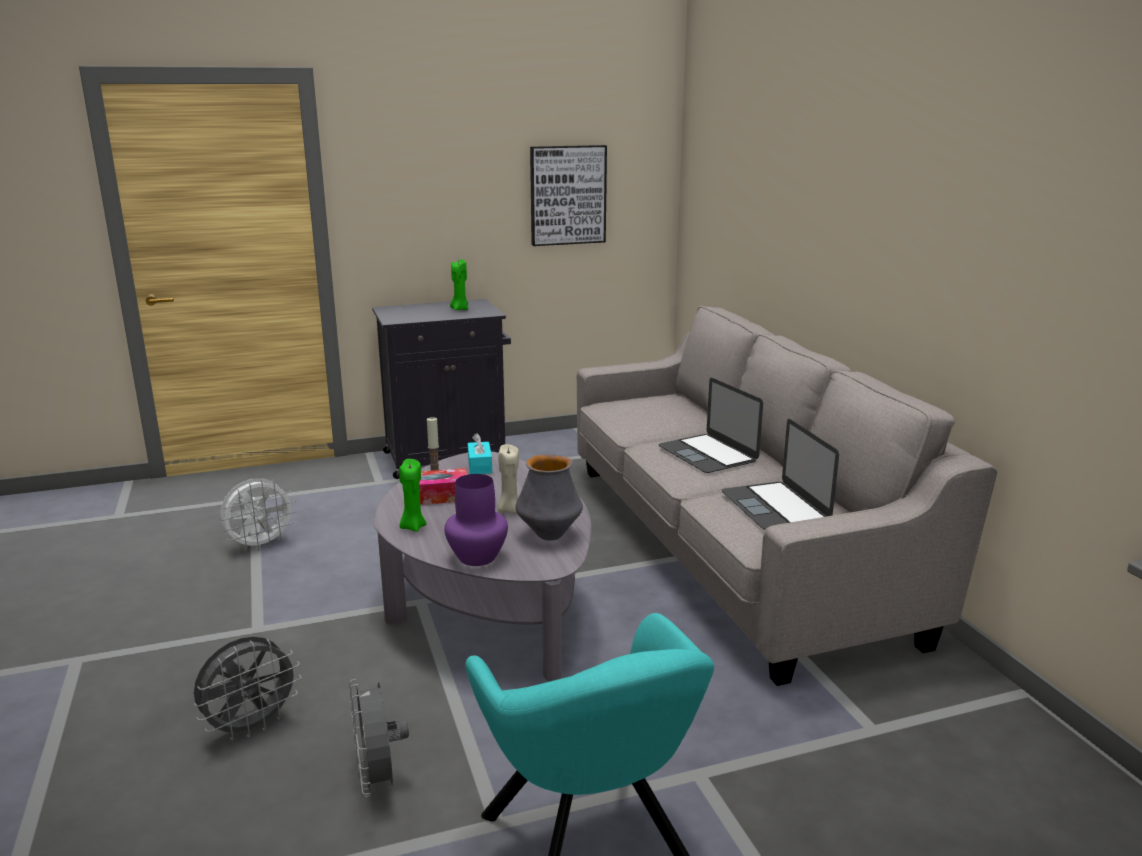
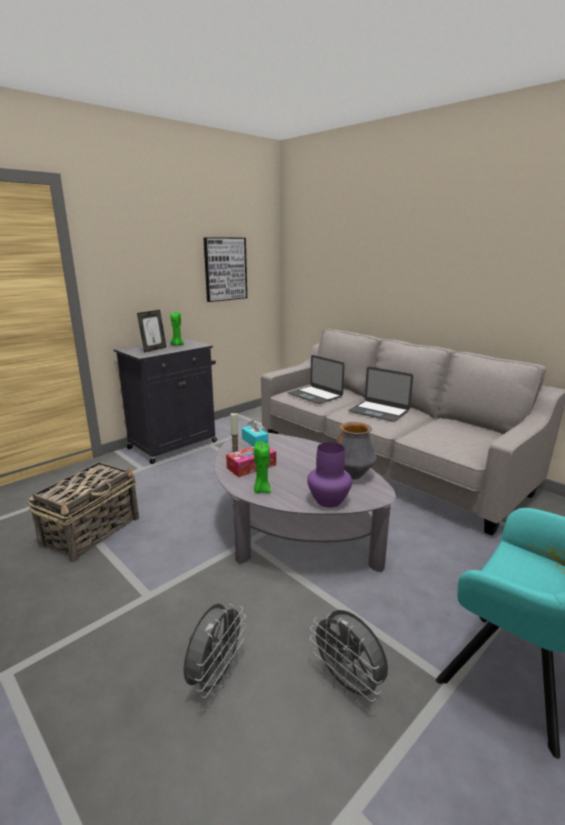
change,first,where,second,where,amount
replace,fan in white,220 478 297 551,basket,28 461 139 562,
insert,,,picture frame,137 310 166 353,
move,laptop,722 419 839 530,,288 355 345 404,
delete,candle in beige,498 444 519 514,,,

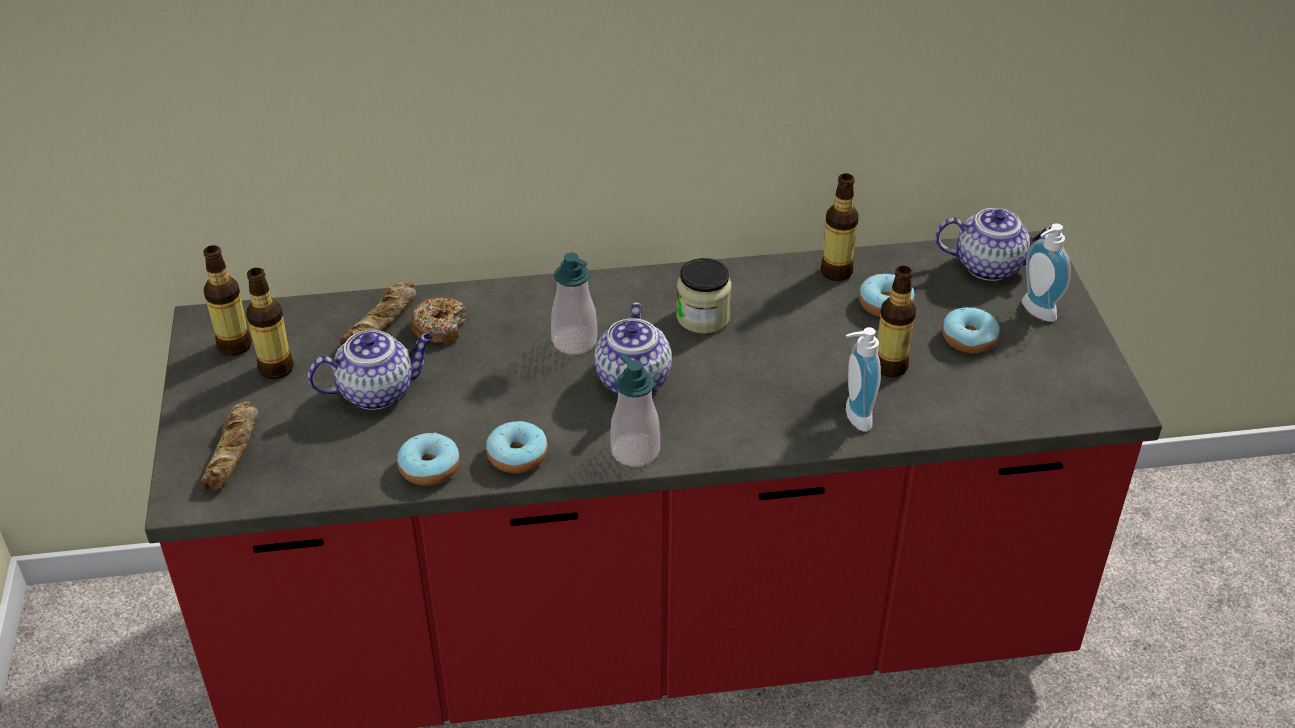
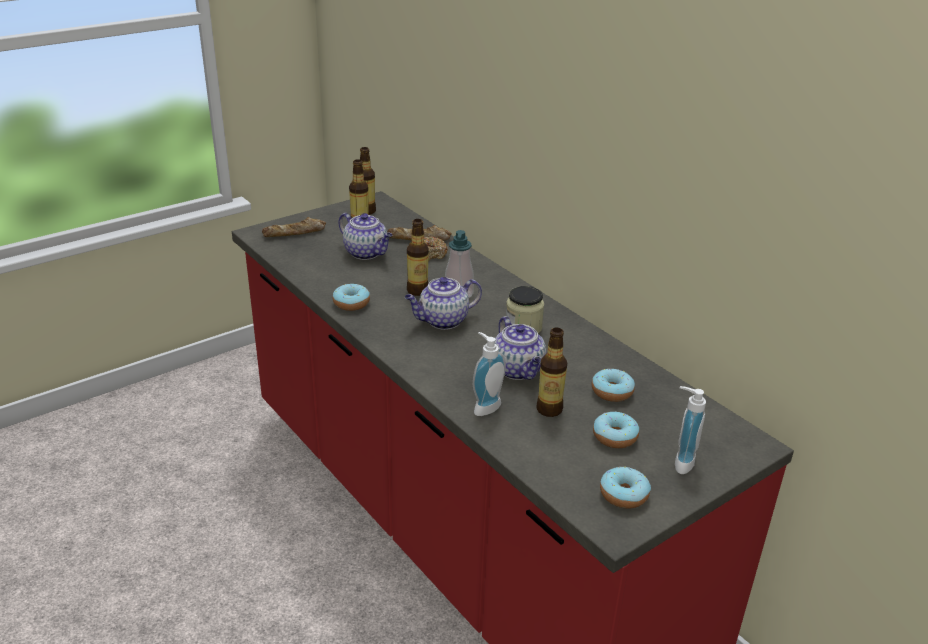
change,first,where,second,where,amount
move,bottle,820 173 859 281,,407 219 429 296,
move,teapot,935 208 1052 281,,495 316 546 380,
move,donut,397 433 460 486,,600 467 651 508,
delete,soap dispenser,610 354 660 467,,,

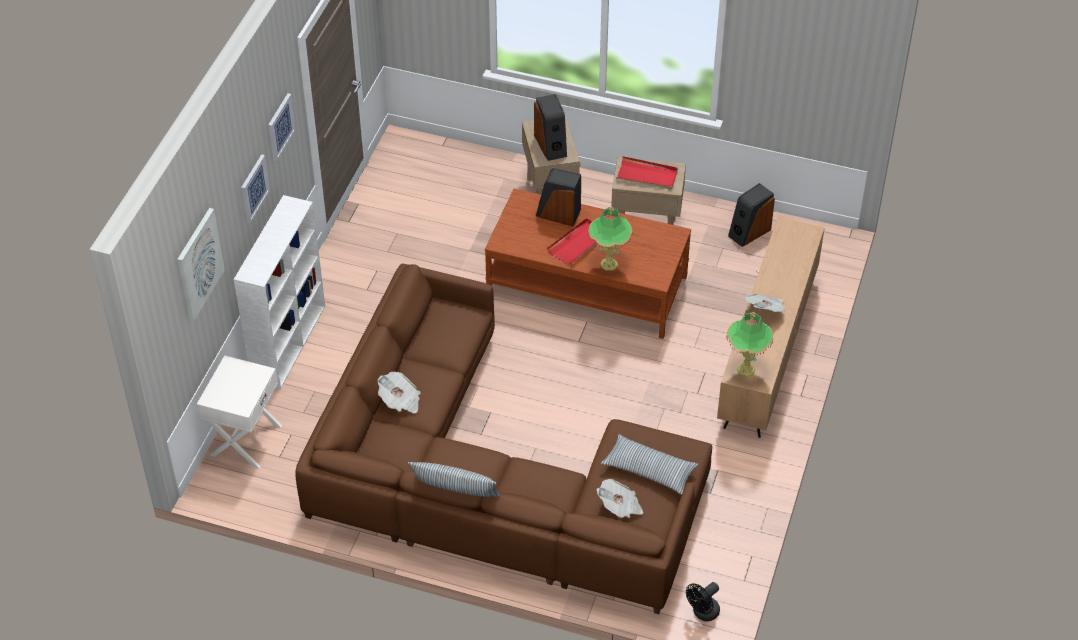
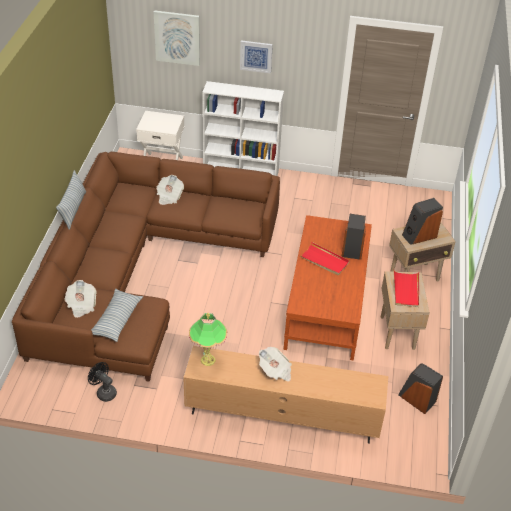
change,first,where,second,where,amount
move,fan in black,686 582 720 621,,88 362 117 402,
delete,picture,268 93 296 162,,,
delete,table lamp,588 207 633 271,,,

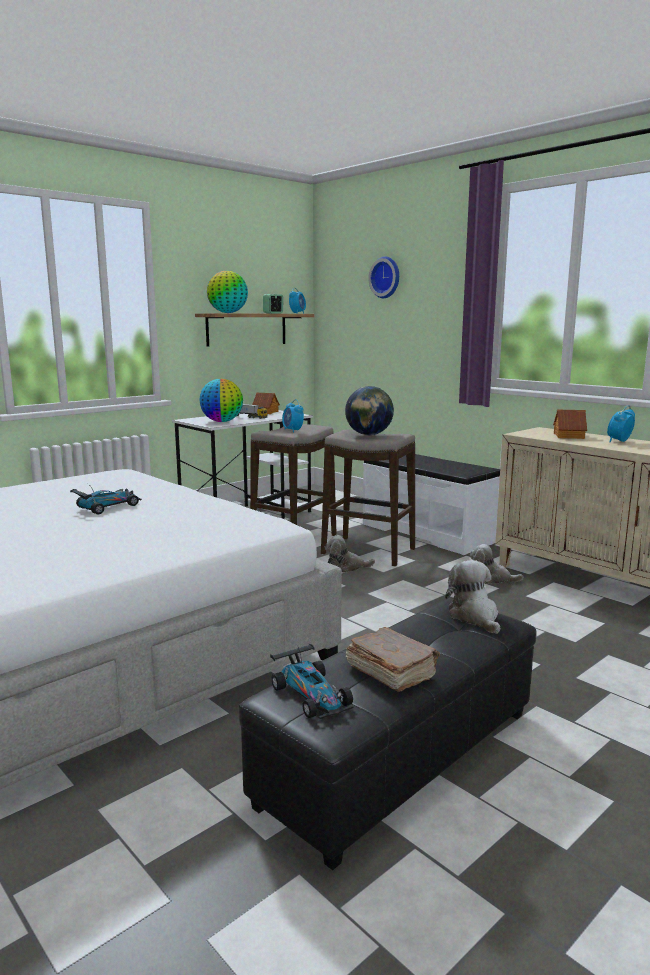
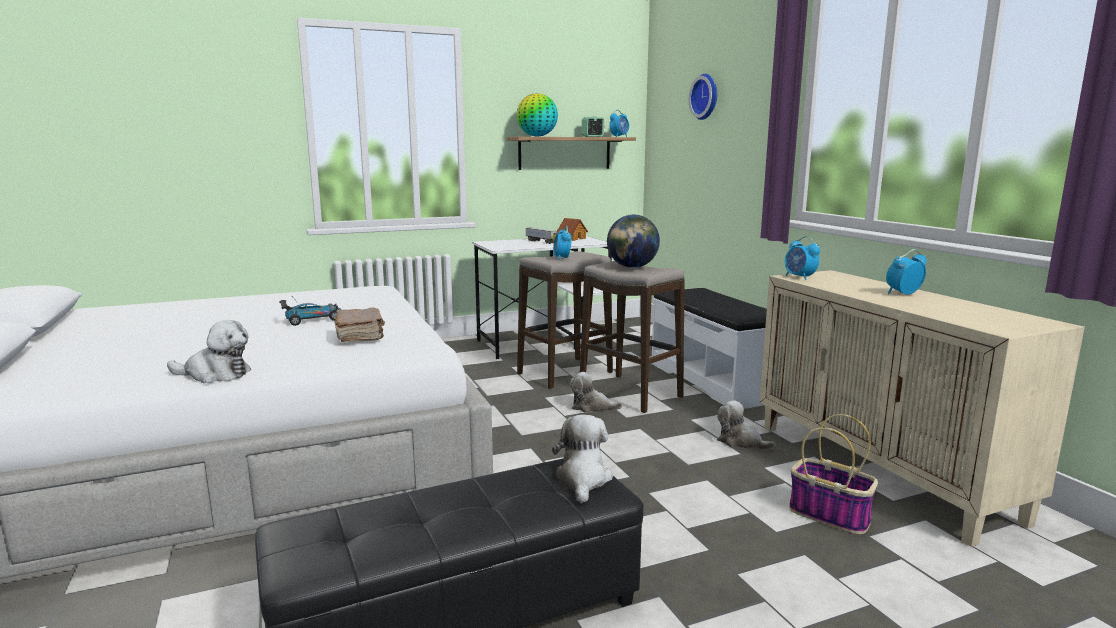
change,first,where,second,where,amount
insert,,,plush toy,167 320 251 383,
move,book in brown,346 627 440 692,,335 308 385 342,
insert,,,alarm clock,785 236 820 280,
insert,,,basket,789 414 878 535,
delete,globe,199 379 243 422,,,
delete,toy car,270 644 354 719,,,
delete,toy house,553 410 587 439,,,

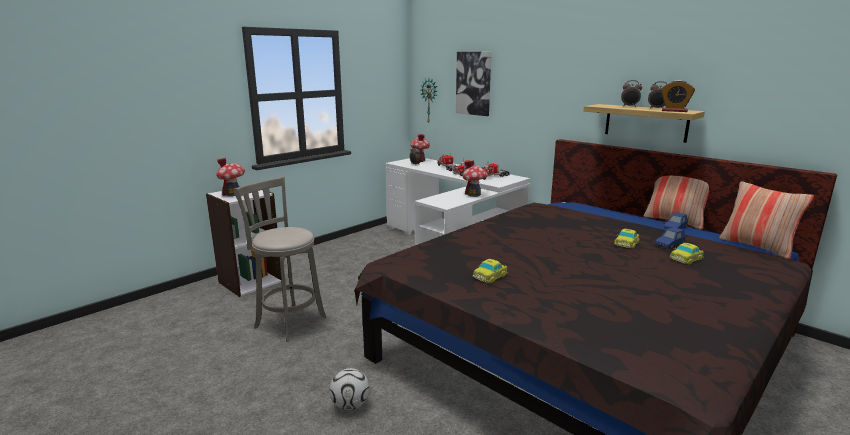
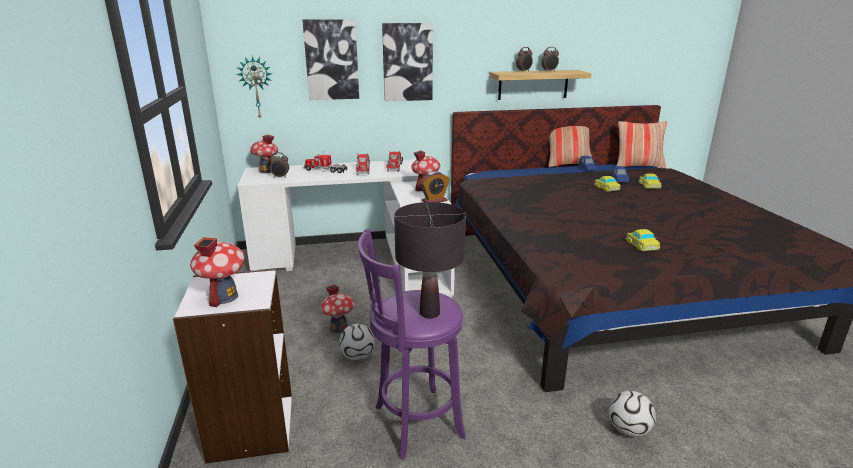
change,first,where,second,where,amount
insert,,,toy house,321 284 354 333,
insert,,,football,339 324 375 361,
recolor,stool in grey,234 176 327 342,stool in purple,358 228 466 460,
insert,,,picture,382 23 433 101,
insert,,,table lamp in black,394 202 466 318,
move,alarm clock,661 80 695 112,,420 172 450 202,

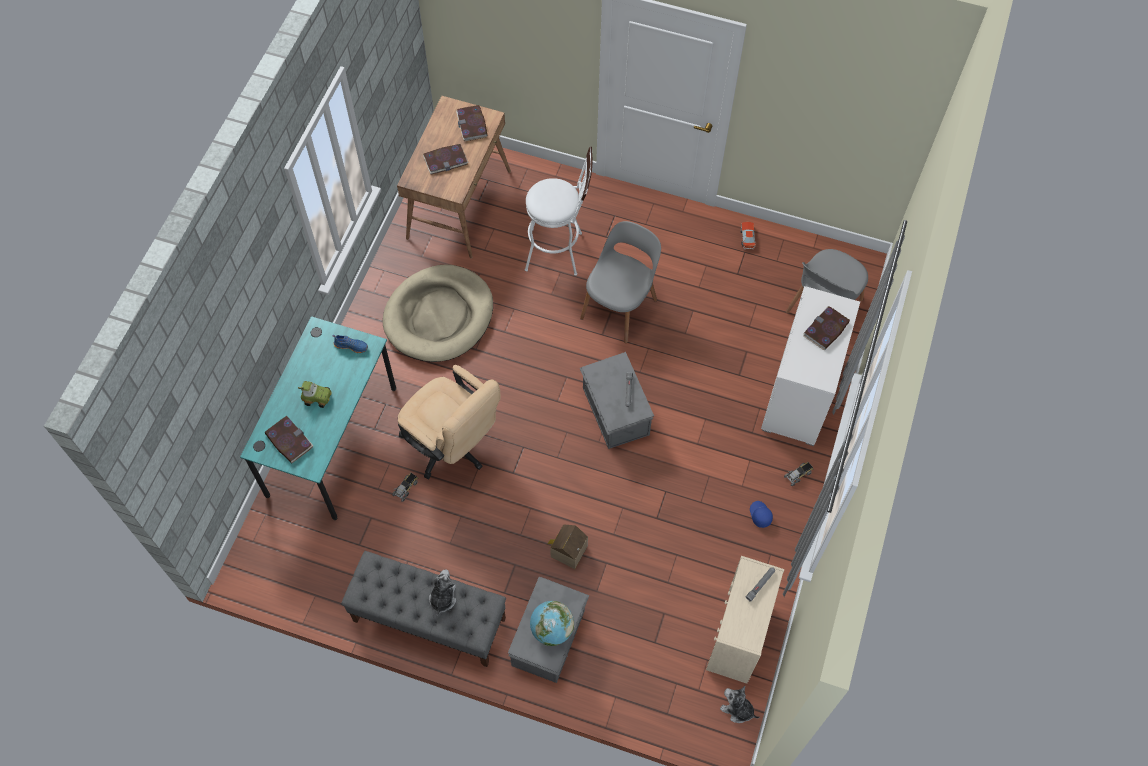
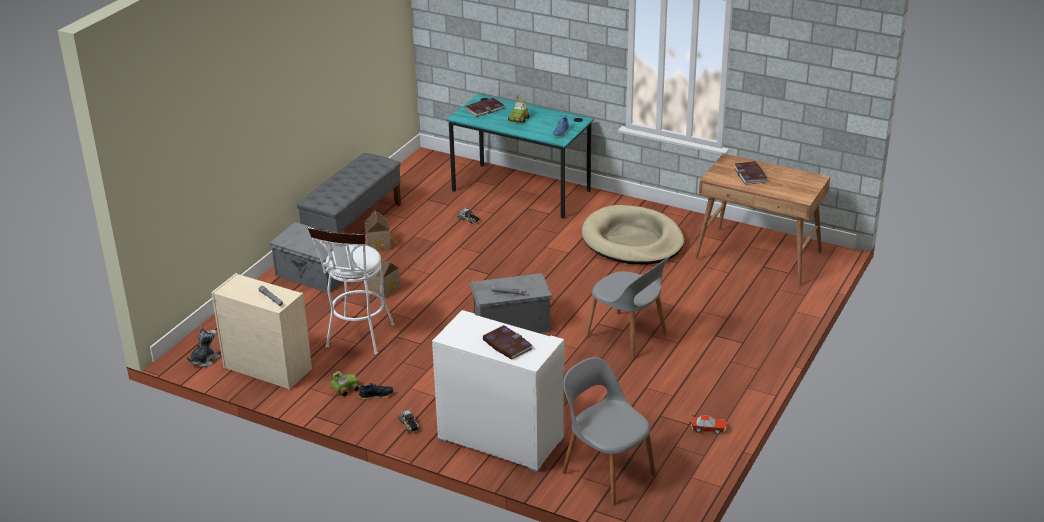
change,first,where,second,where,amount
move,stool in white,525 147 592 276,,308 227 395 354,
insert,,,toy car,331 371 359 396,
replace,cap in blue,750 501 773 528,shoe in black,358 383 393 400,
insert,,,toy house,364 211 398 251,
delete,office chair in beige,398 365 501 479,,,
delete,plush toy,429 570 457 616,,,
delete,book,456 105 487 141,,,
delete,globe,530 601 574 646,,,

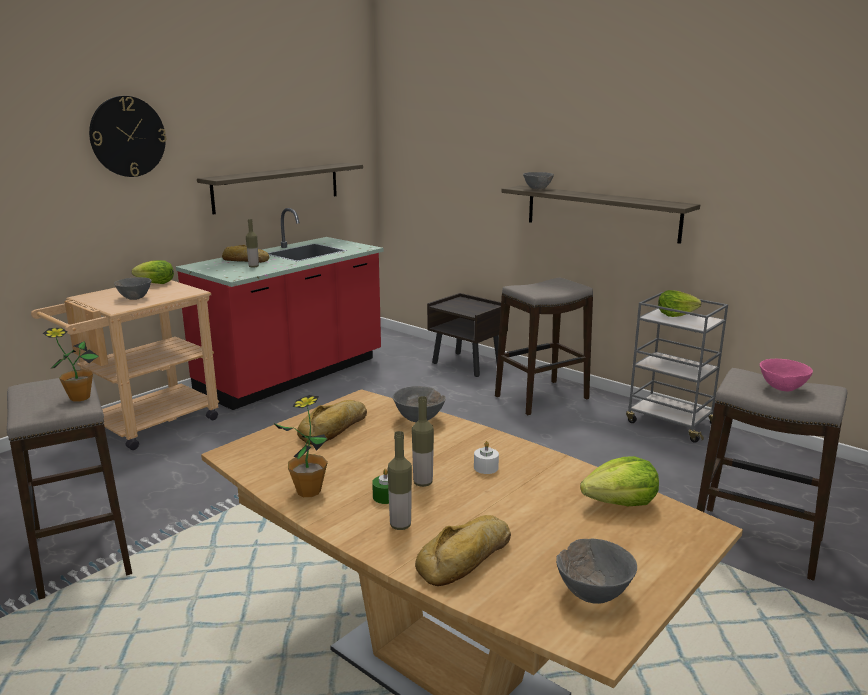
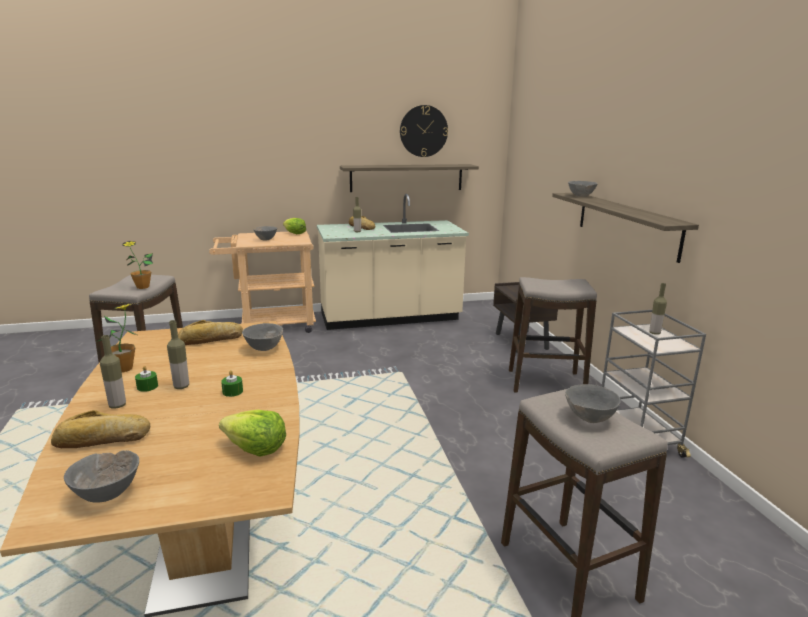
change,first,where,second,where,amount
recolor,candle in white,474 441 499 474,candle in green,221 370 243 397,
recolor,counter in red,176 208 384 410,counter in beige,317 194 469 330,
move,wall clock,89 96 166 177,,400 105 448 157,
recolor,bowl in pink,760 359 813 391,bowl in grey,565 384 621 423,
replace,lettuce,658 290 701 317,bottle,649 283 667 335,

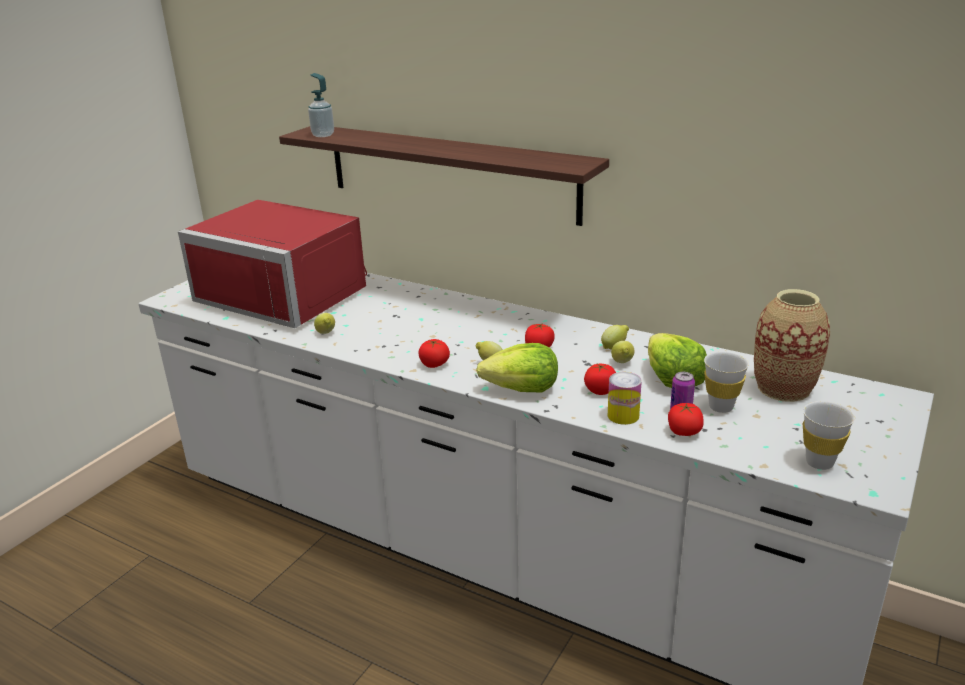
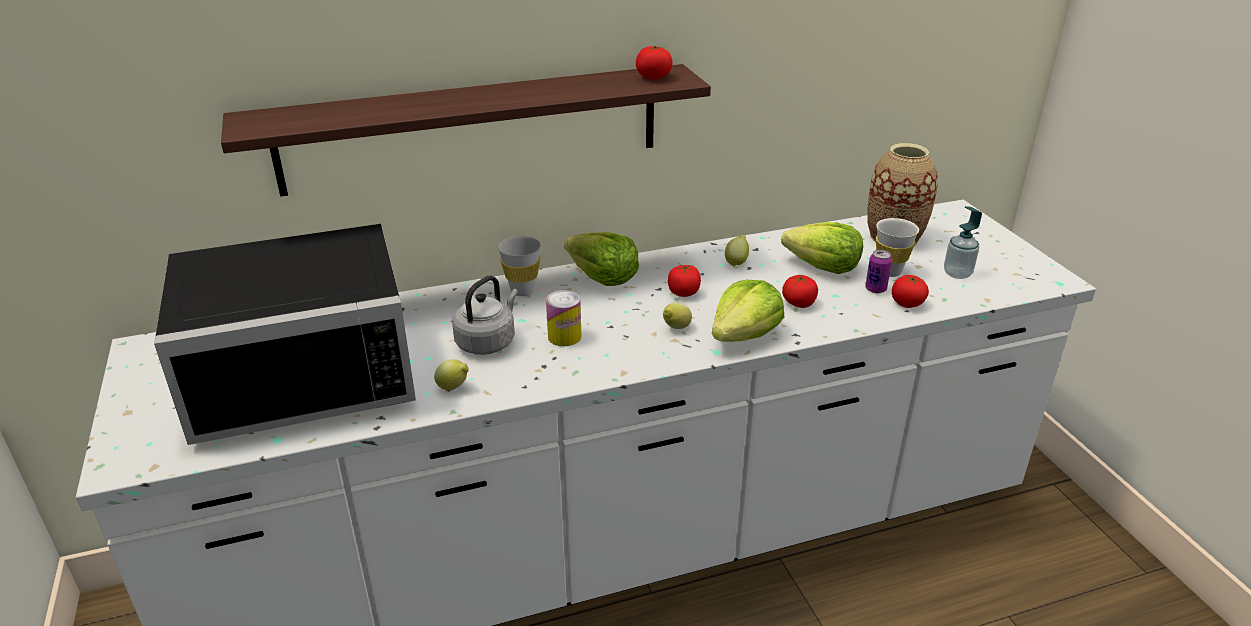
change,first,where,second,where,amount
recolor,microwave in red,178 200 367 328,microwave in black,154 224 416 445,
insert,,,kettle in grey,452 275 518 355,
move,cup in white,803 401 855 470,,498 236 541 296,
move,can,608 372 642 425,,546 290 581 346,
insert,,,lettuce,564 232 639 286,
move,tomato,418 339 450 368,,636 46 673 80,
move,soap dispenser,308 73 334 137,,944 206 982 279,
delete,lemon,611 341 634 363,,,

